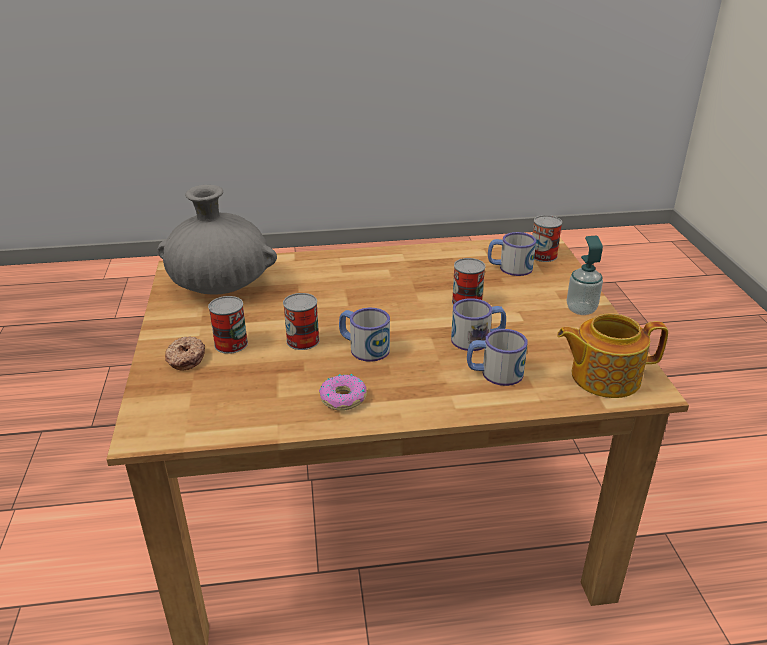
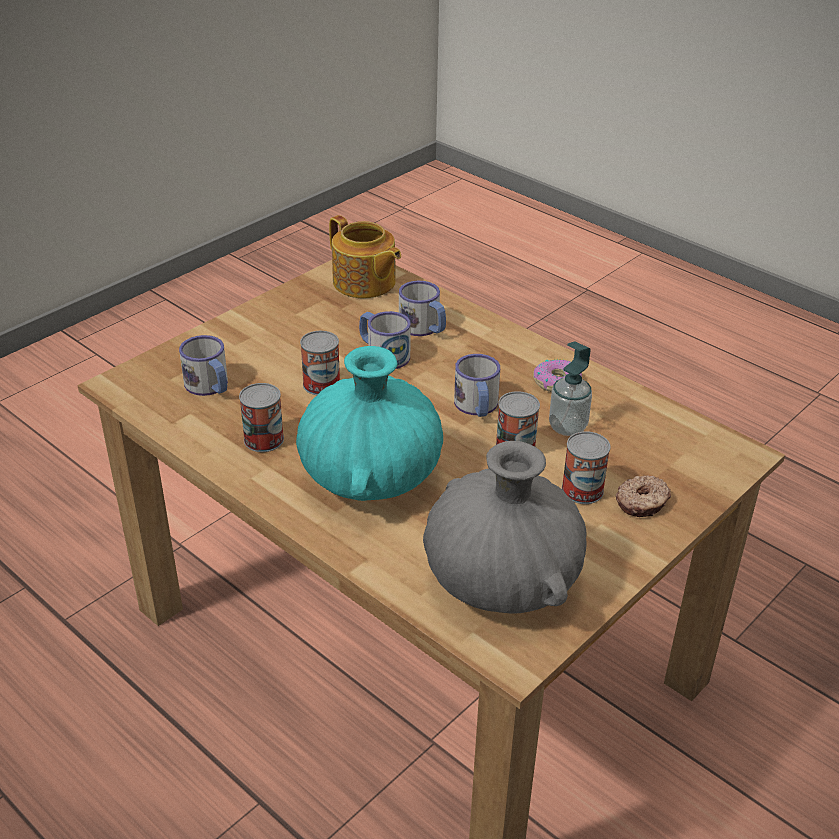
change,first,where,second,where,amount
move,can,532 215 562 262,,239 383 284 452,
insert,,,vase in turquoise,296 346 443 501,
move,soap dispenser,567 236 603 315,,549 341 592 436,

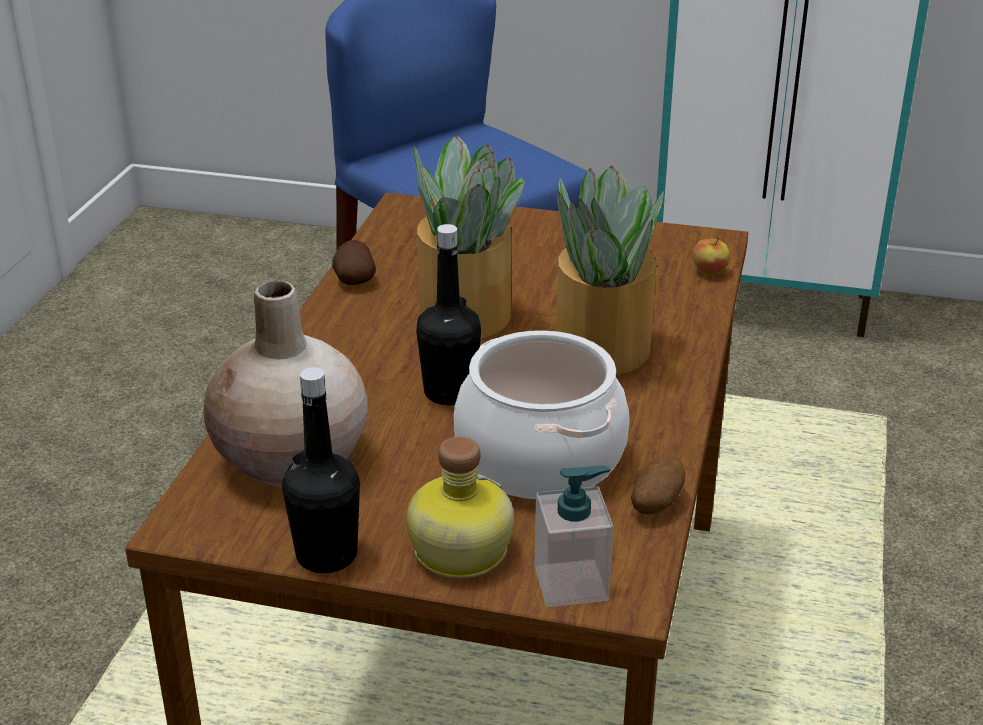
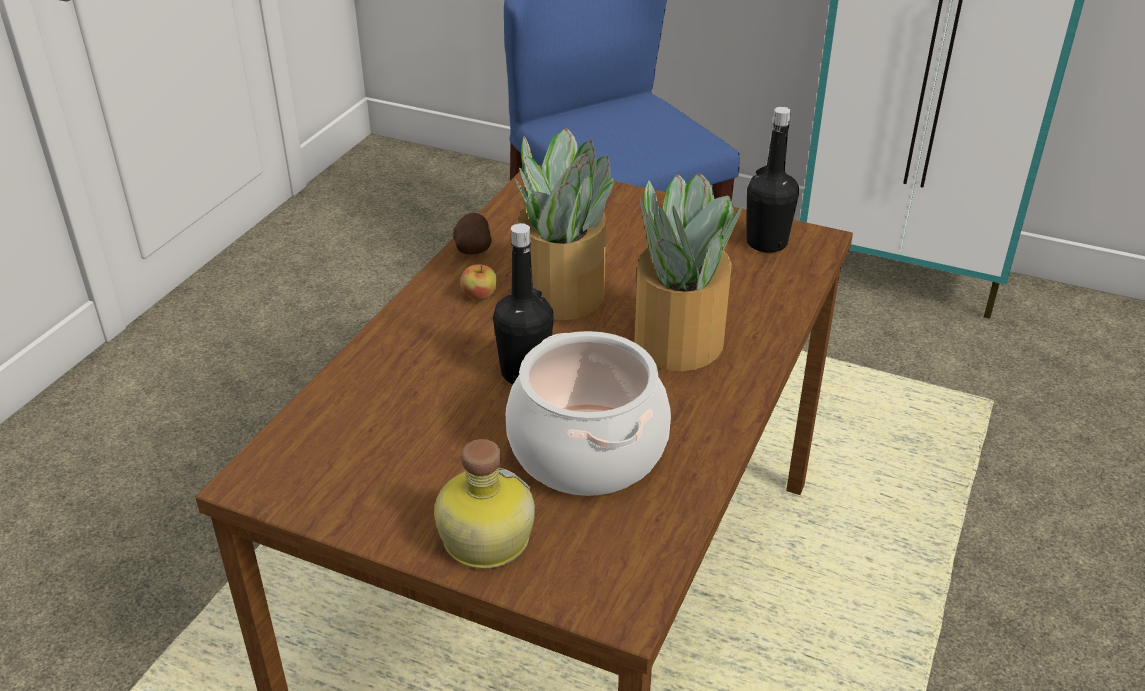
change,first,where,second,where,amount
move,apple,693 236 730 275,,460 264 497 301,
move,bottle in black,282 367 360 573,,746 107 799 253,
delete,vase in beige,203 281 368 487,,,
delete,soap dispenser,535 466 613 607,,,
delete,potato,631 456 685 514,,,

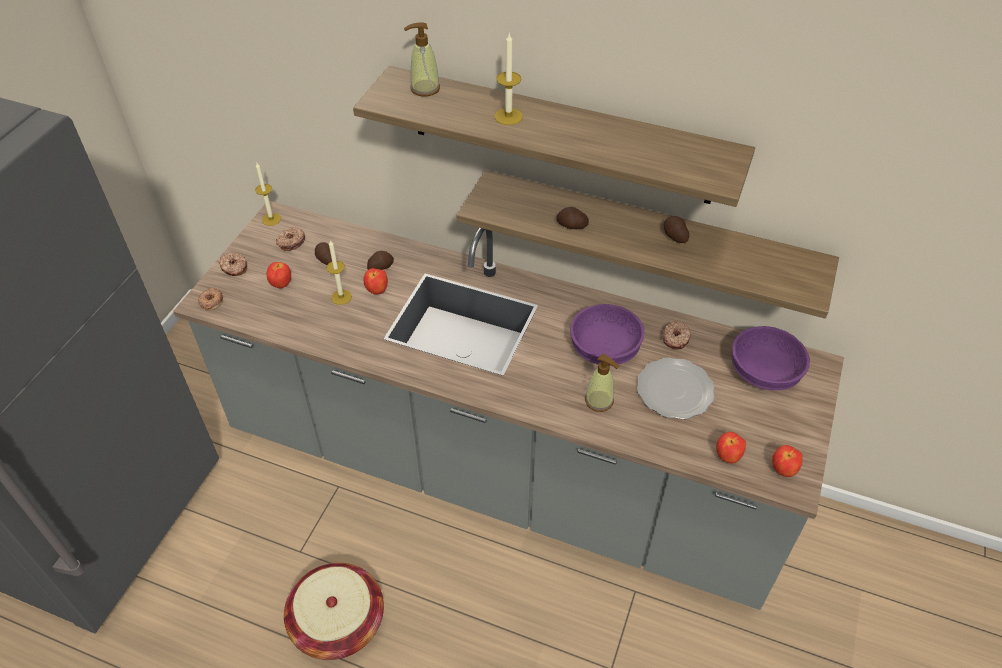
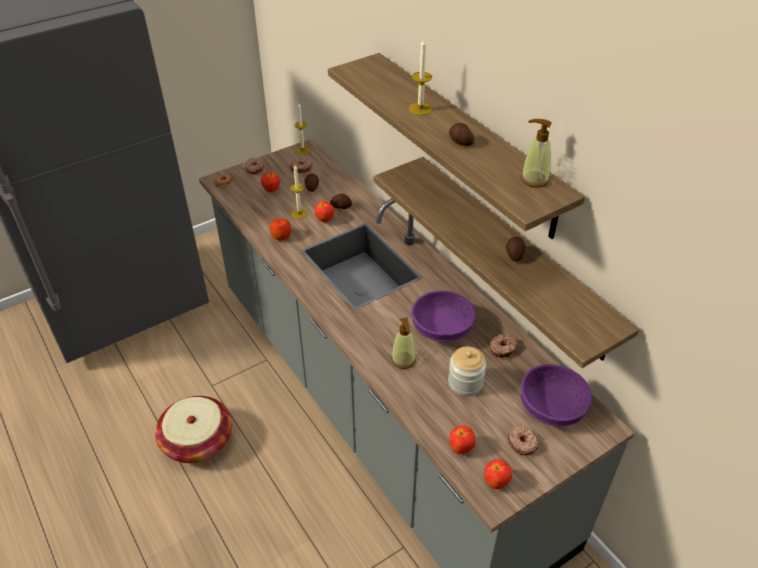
change,first,where,second,where,amount
insert,,,apple,270 218 291 241,
replace,plate,637 358 715 420,jar,448 346 486 396,
move,potato,556 207 589 229,,449 123 474 146,
insert,,,donut,508 425 539 455,
move,soap dispenser,404 22 440 97,,521 119 552 188,

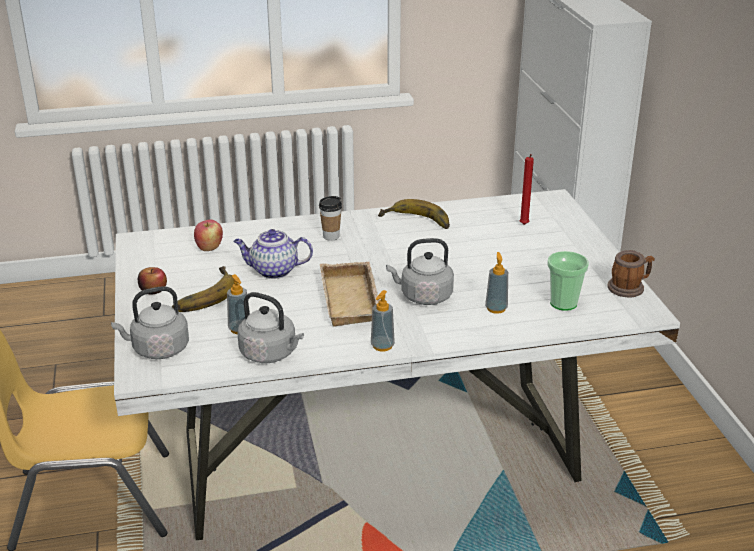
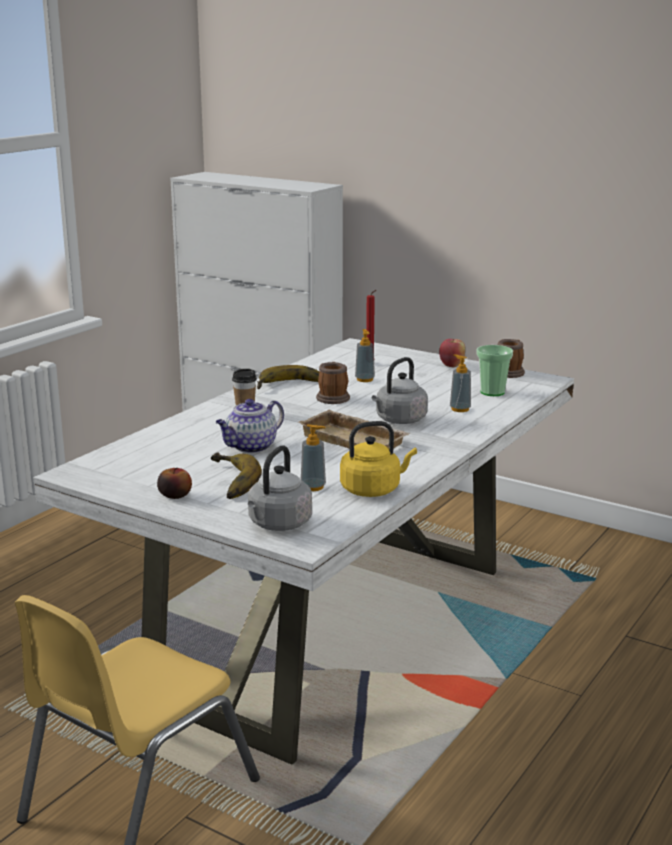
change,first,where,second,where,amount
insert,,,mug,316 362 350 404,
recolor,kettle in grey,237 292 304 363,kettle in yellow,340 421 417 497,
move,soap dispenser,371 290 395 352,,355 329 375 382,
move,apple,194 220 223 251,,439 339 465 367,

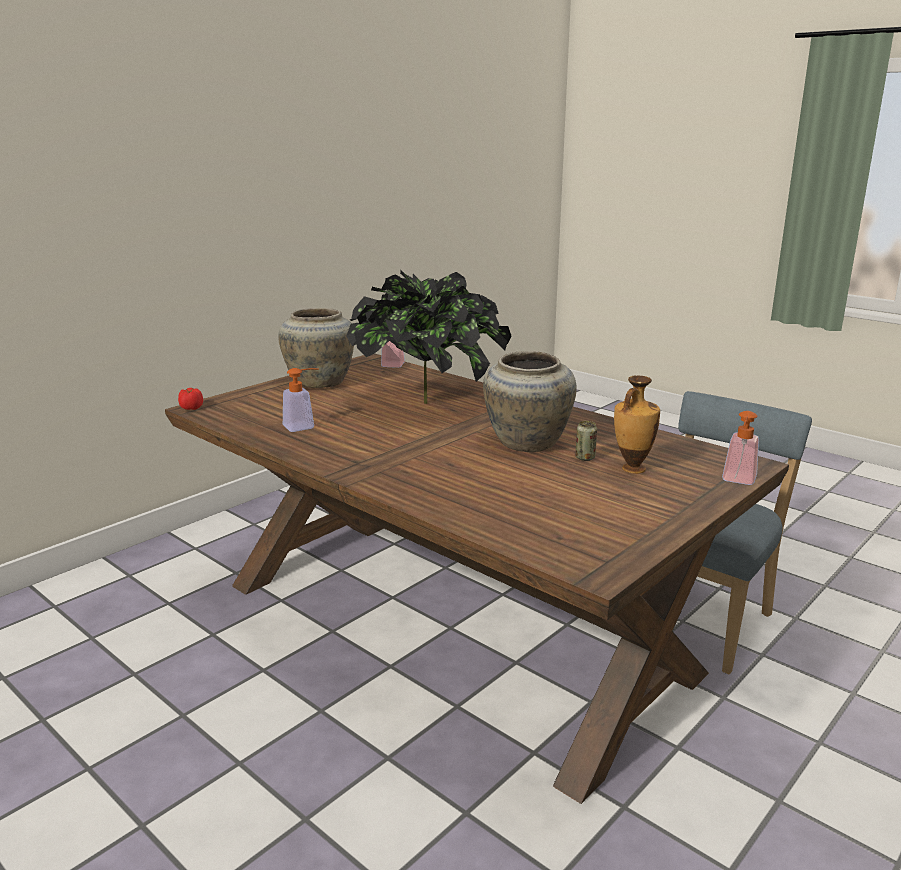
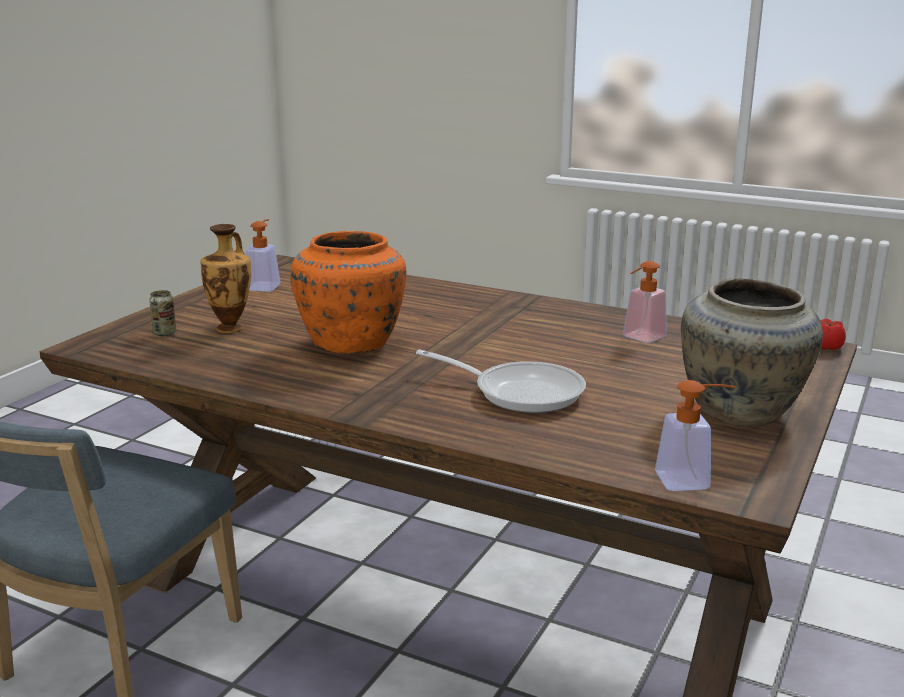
change,first,where,second,where,amount
move,can,575 421 597 461,,149 290 176 336,
move,soap dispenser,722 411 759 485,,246 219 281 292,
recolor,vase in beige,483 351 577 452,vase in orange,290 231 406 354,
replace,potted plant,346 270 511 404,frying pan,416 350 586 413,

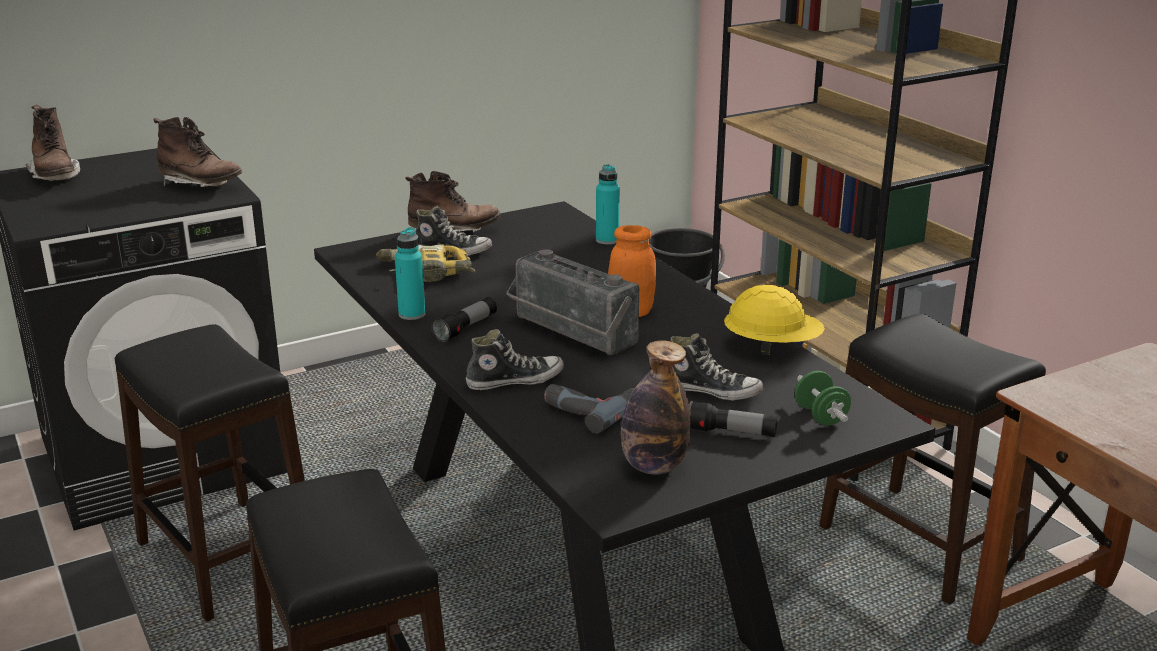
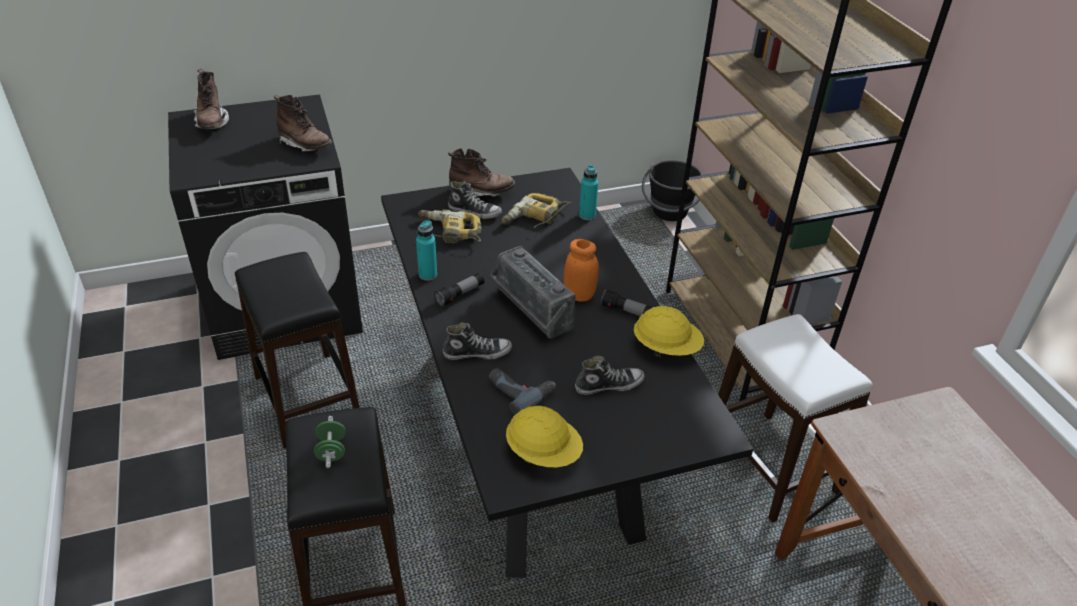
change,first,where,second,where,amount
move,dumbbell in green,795 371 851 426,,314 416 346 468,
insert,,,power drill,502 193 573 228,
replace,bottle,621 340 691 475,hard hat in yellow,506 406 583 467,
rotate,shoe,670 334 763 401,,575 356 645 395,45 degrees counterclockwise
move,flashlight,689 401 778 437,,600 289 653 316,
recolor,stool in black,819 314 1046 605,stool in white,718 314 873 523,

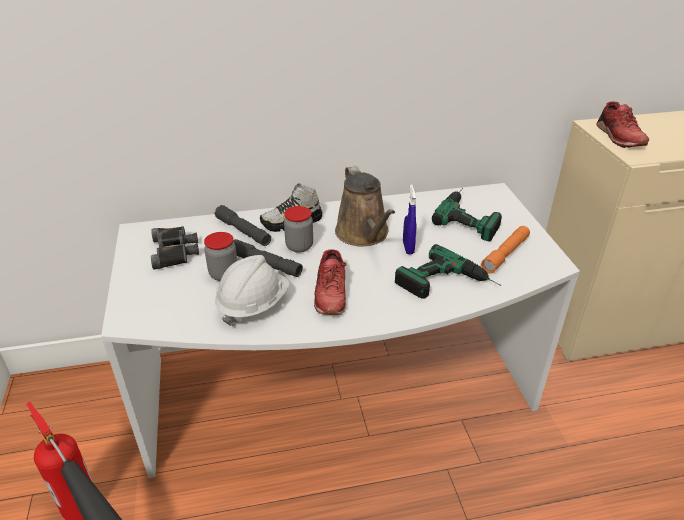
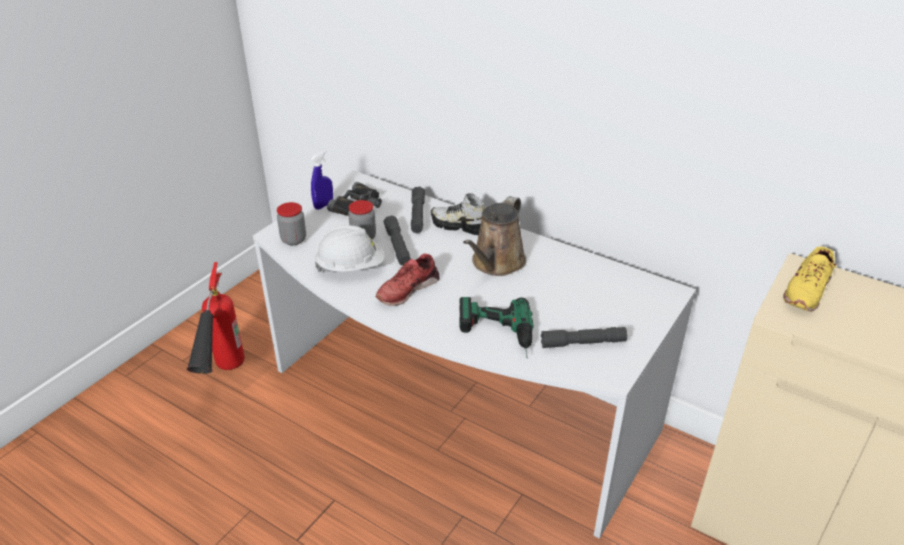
change,first,where,second,where,amount
move,jar,284 206 313 253,,277 202 306 245,
move,spray bottle in blue,403 184 416 254,,311 151 333 210,
recolor,flashlight in orange,481 226 530 274,flashlight in grey,541 327 627 348,
recolor,shoe in red,597 101 649 148,shoe in yellow,783 247 837 311,
delete,power drill,432 188 502 241,,,

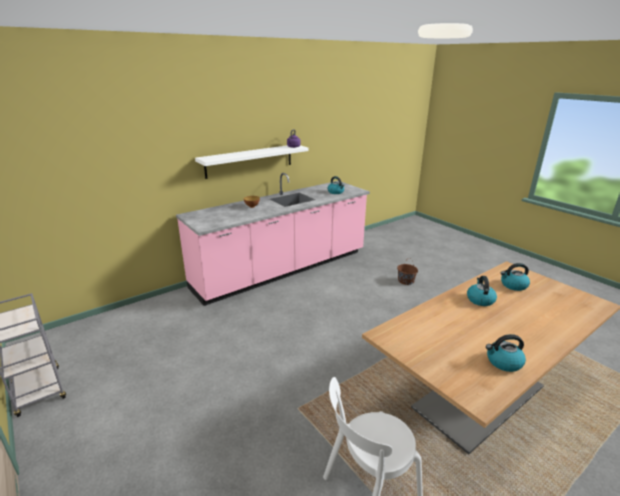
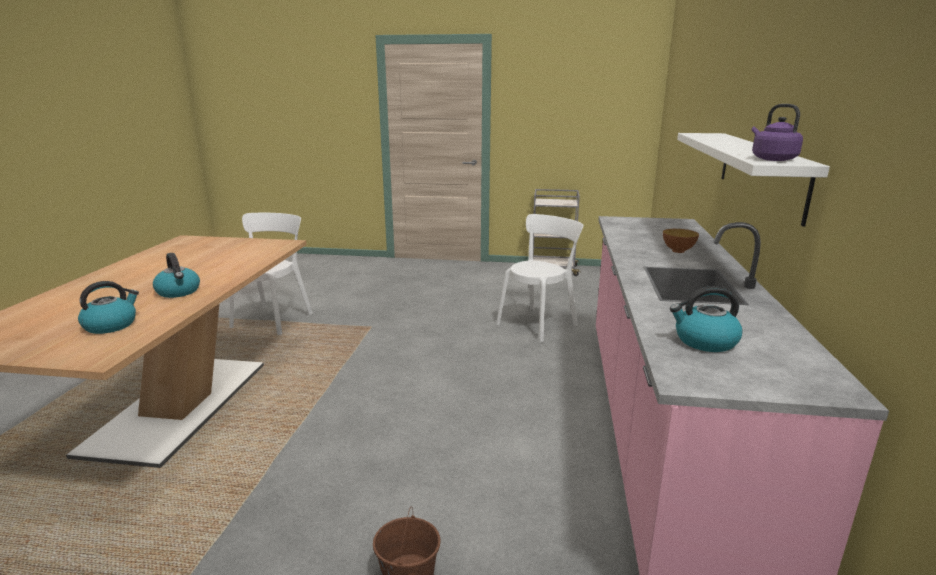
change,first,where,second,where,amount
insert,,,chair in white,496 214 583 343,
delete,kettle,486 334 526 372,,,

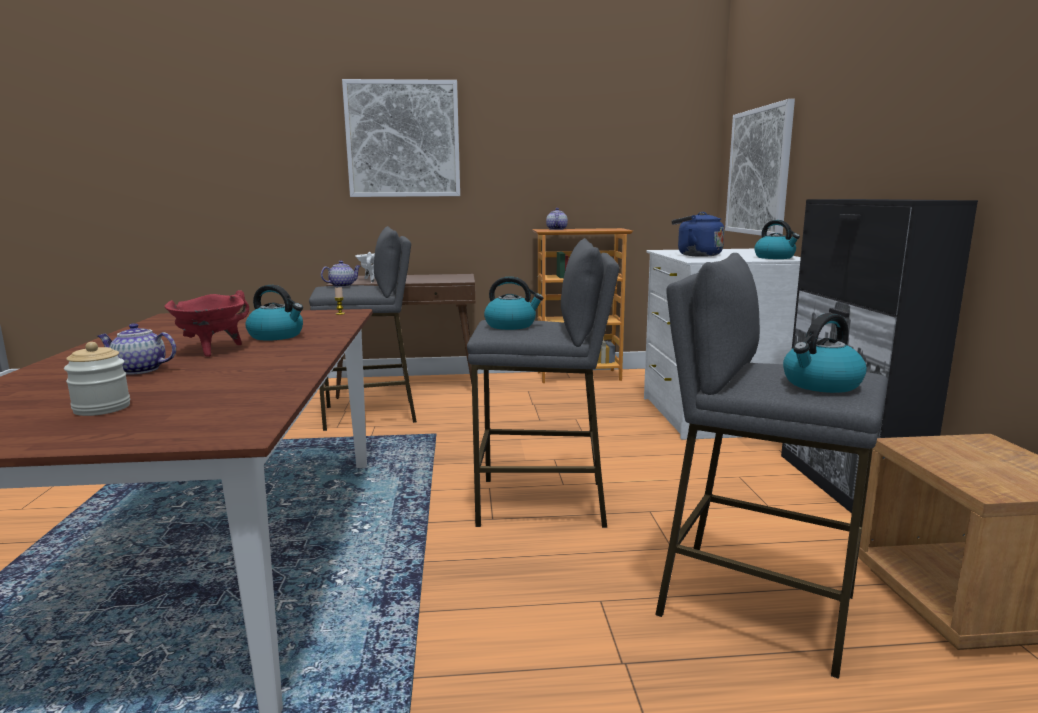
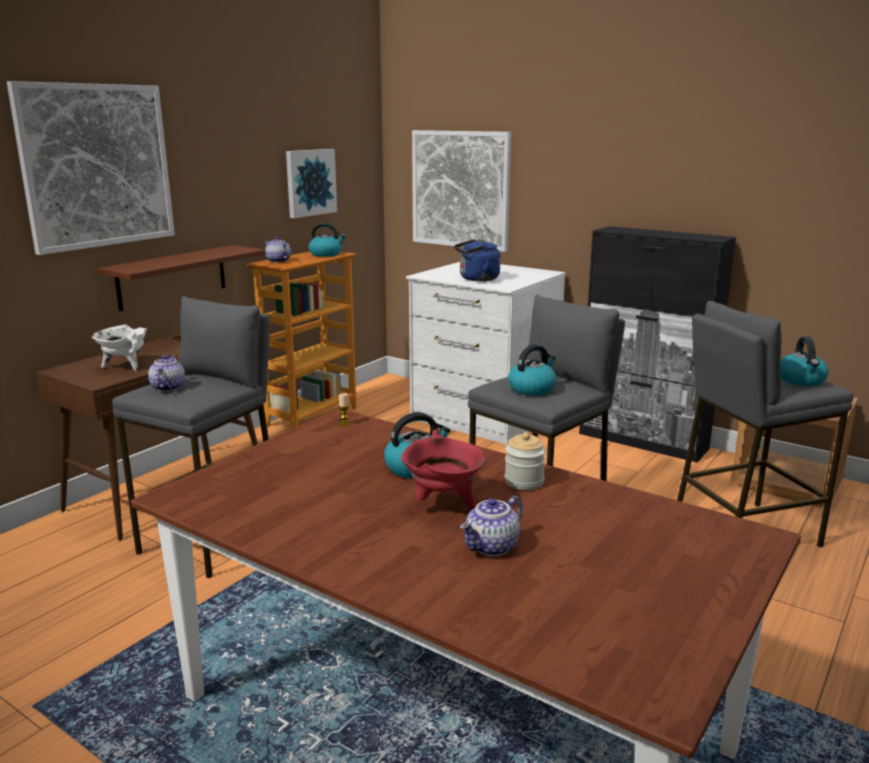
change,first,where,second,where,amount
insert,,,shelf in brown,97 245 266 311,
insert,,,picture,286 149 337 218,
move,kettle,754 220 800 259,,309 223 346 257,
move,jar,64 342 130 416,,505 432 546 490,

